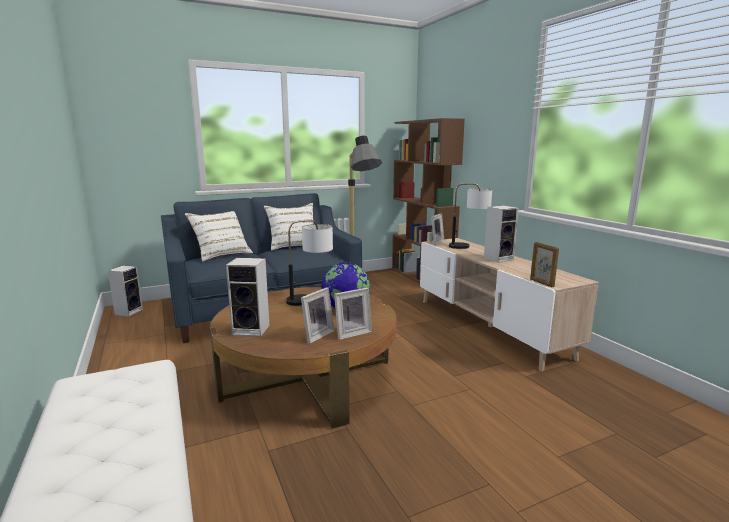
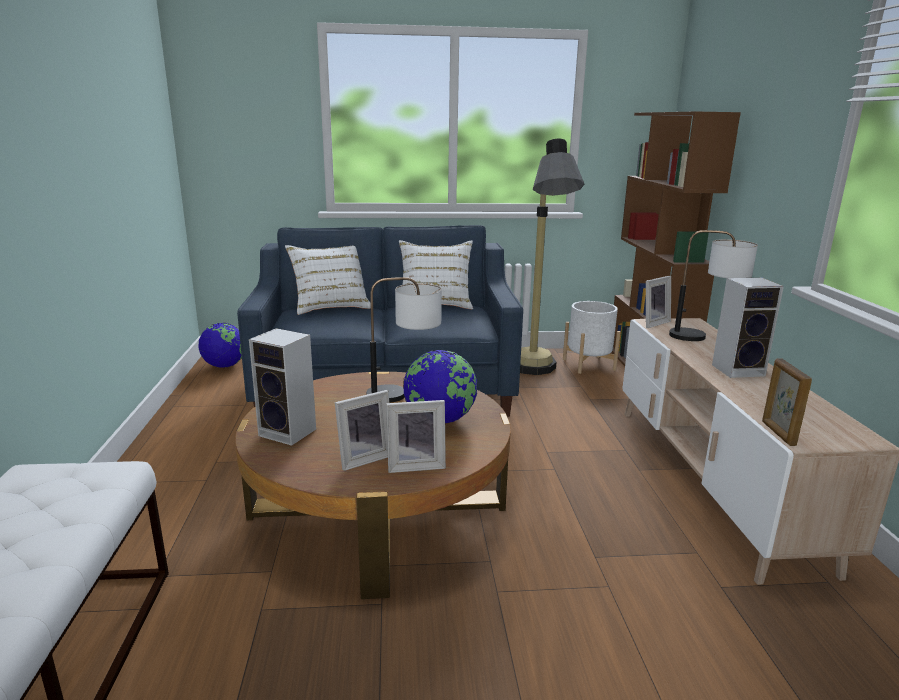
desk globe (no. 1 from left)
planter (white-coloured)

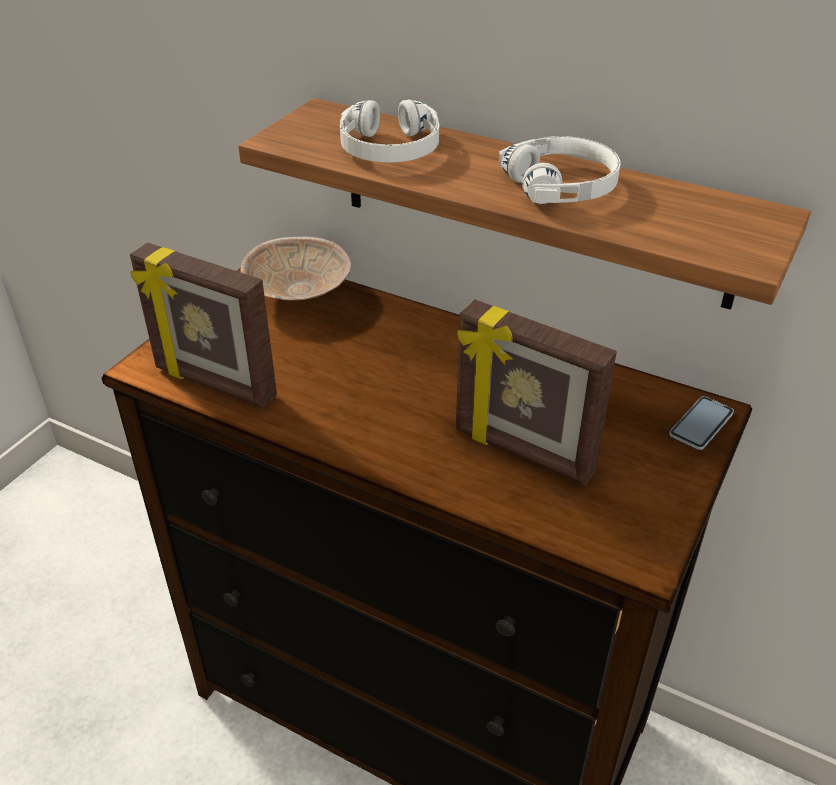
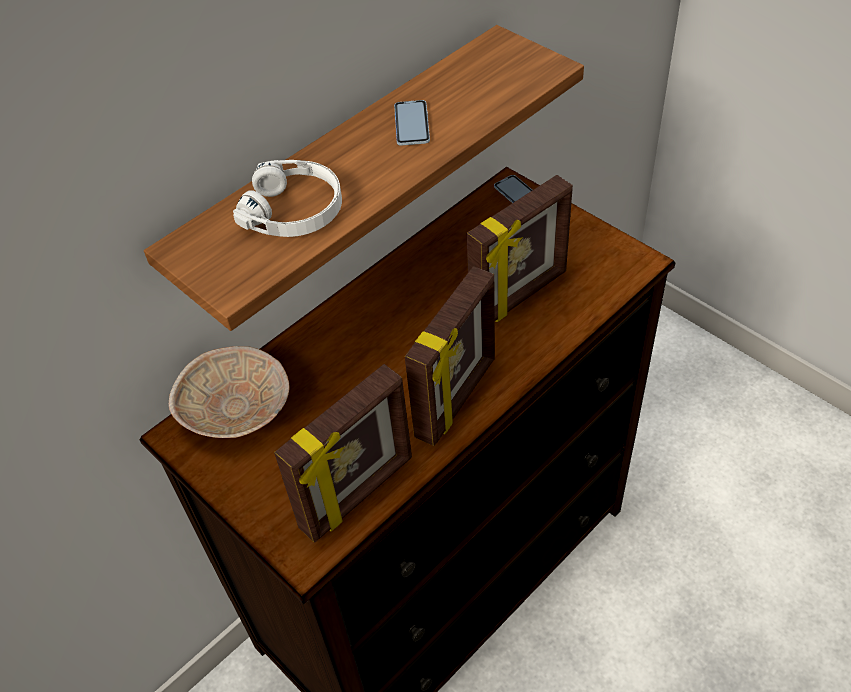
handset (no. 1 from left)
picture frame (no. 2 from left)

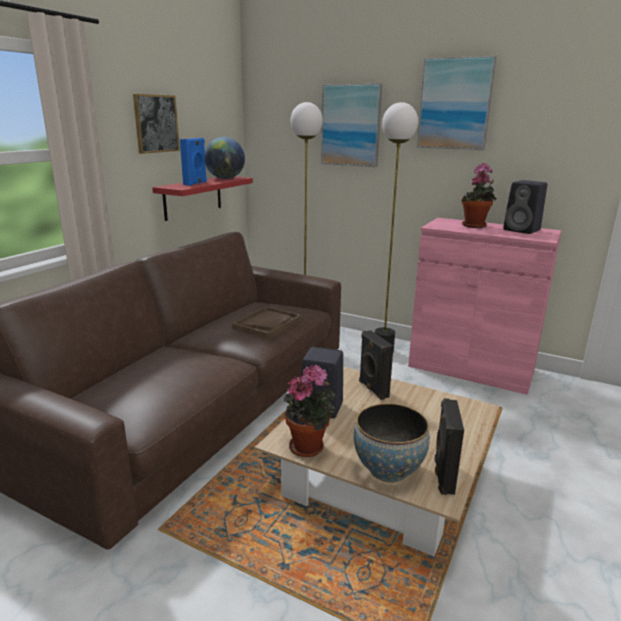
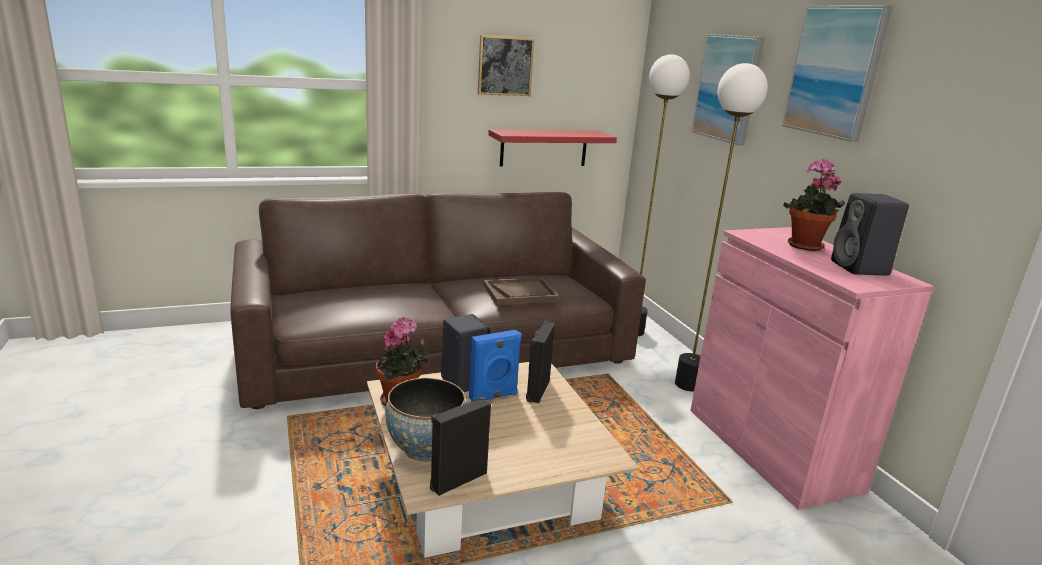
desk globe
speaker (bluish)

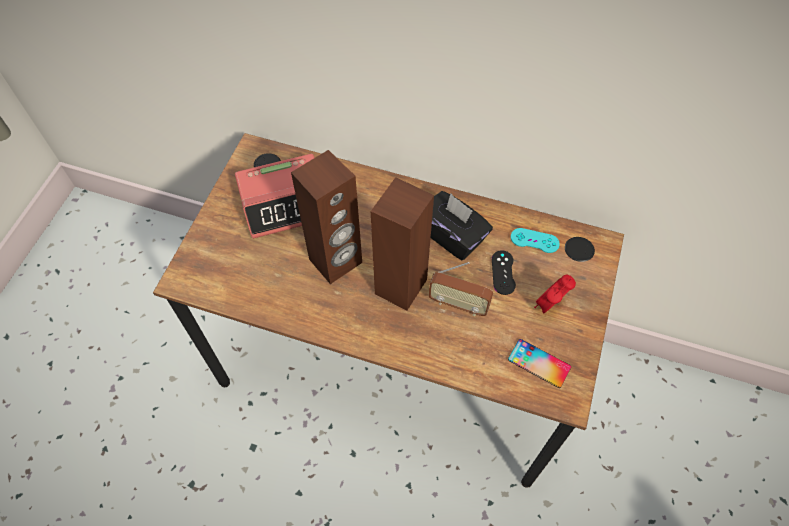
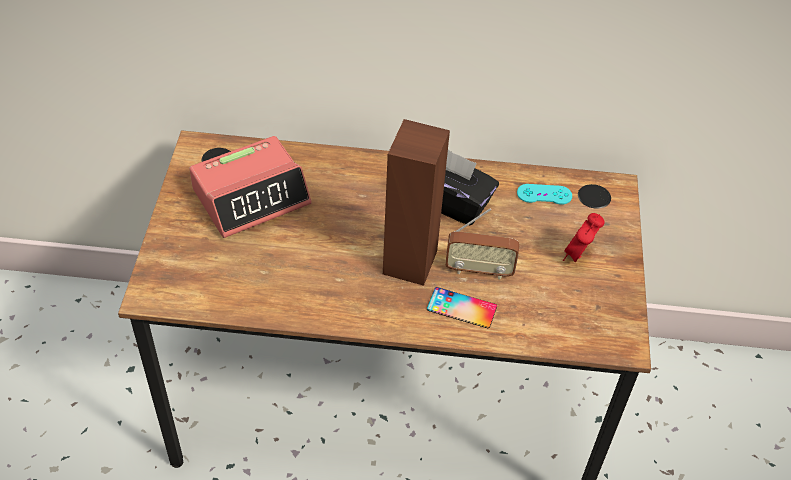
speaker (brownish) (no. 1 from left in the first image)
game controller (blackish)
handset

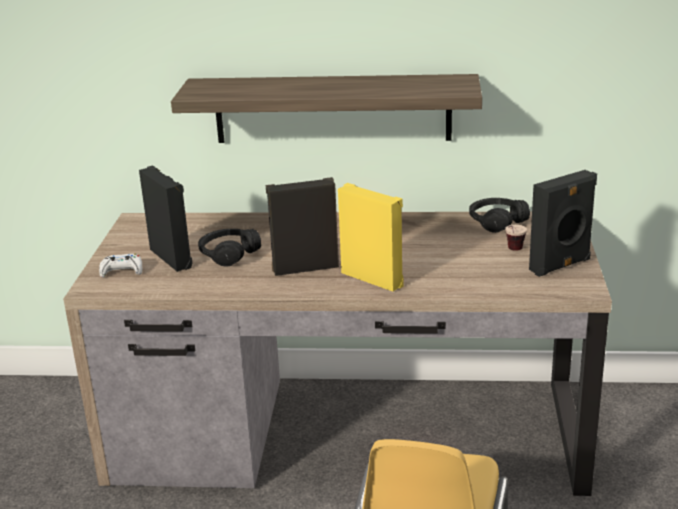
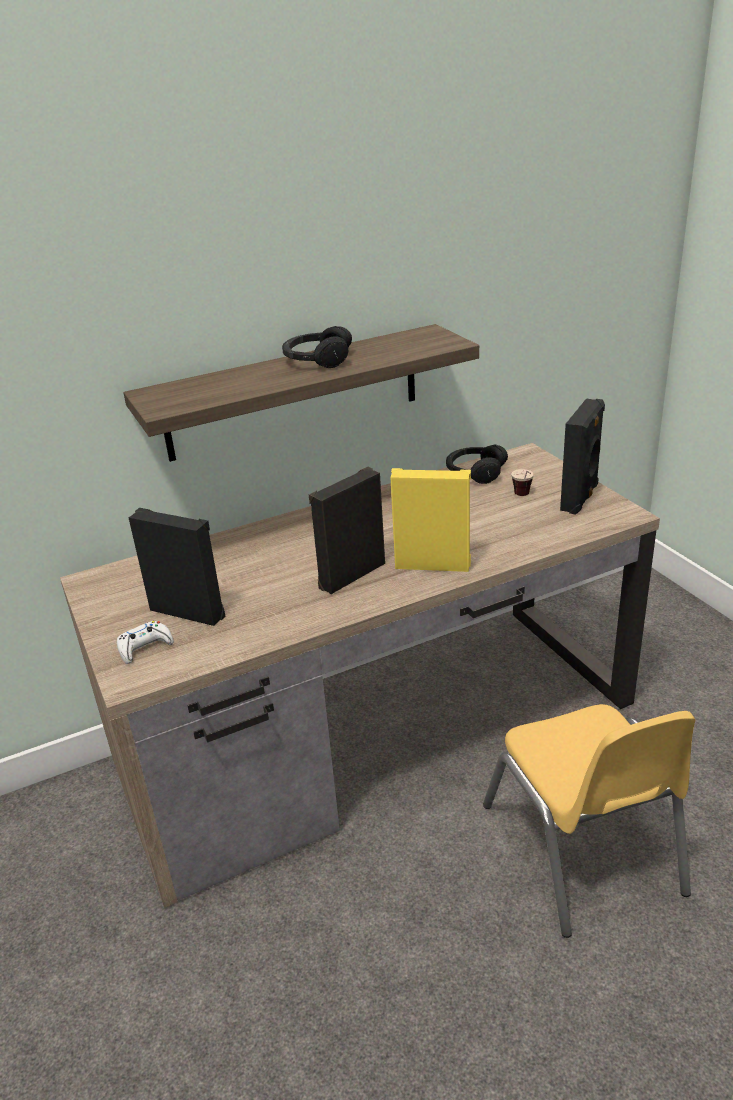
headset (blackish) (no. 1 from left)

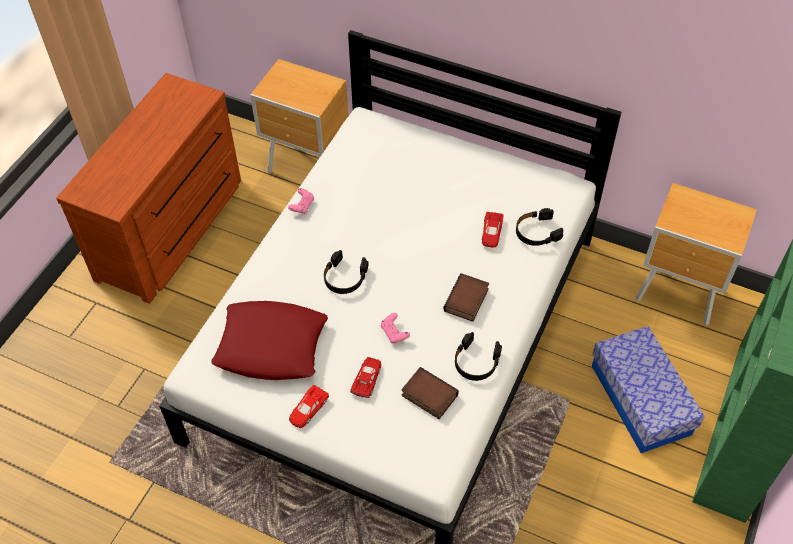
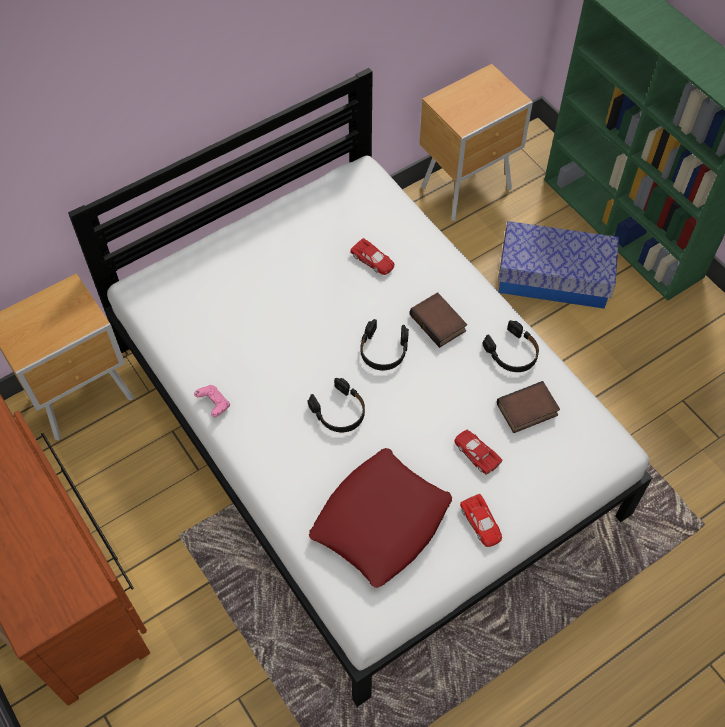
headset (blackish) (no. 2 from left)
game controller (pinkish) (no. 2 from left in the first image)

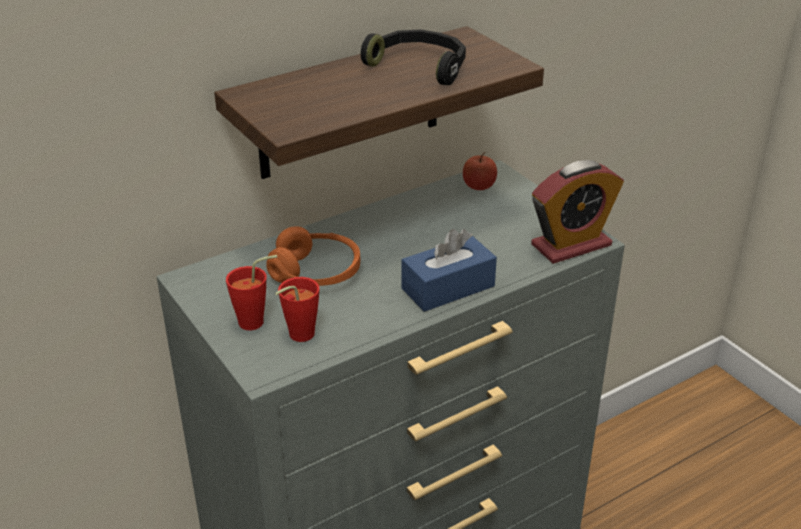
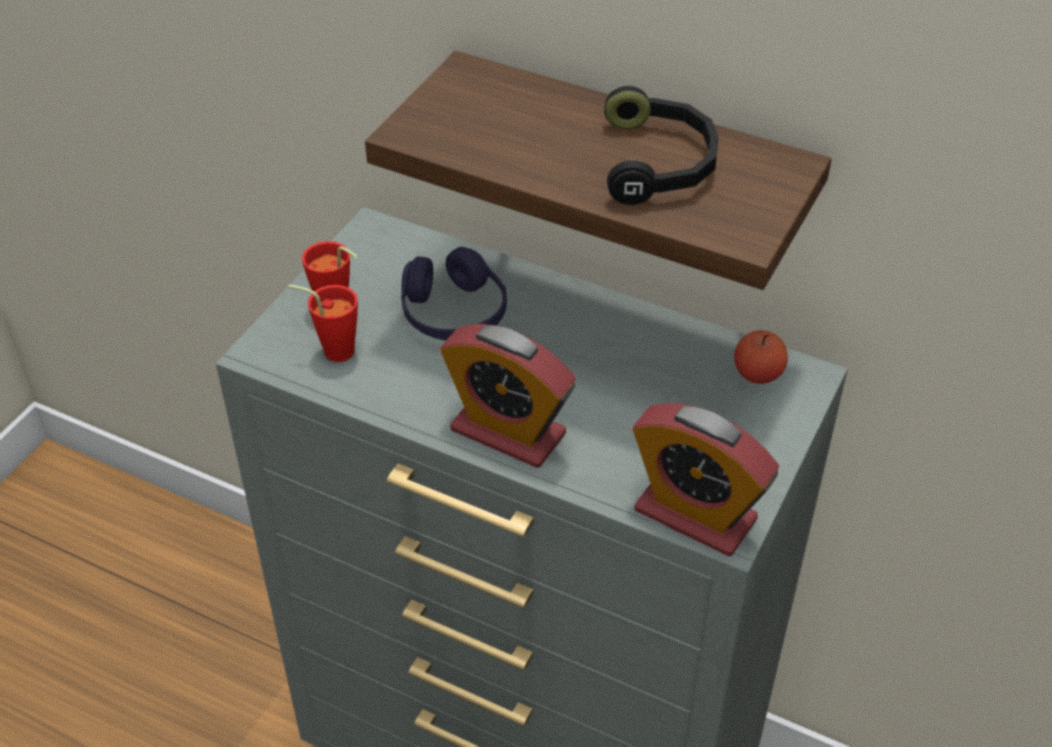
headset (purple)
alarm clock (no. 1 from left)

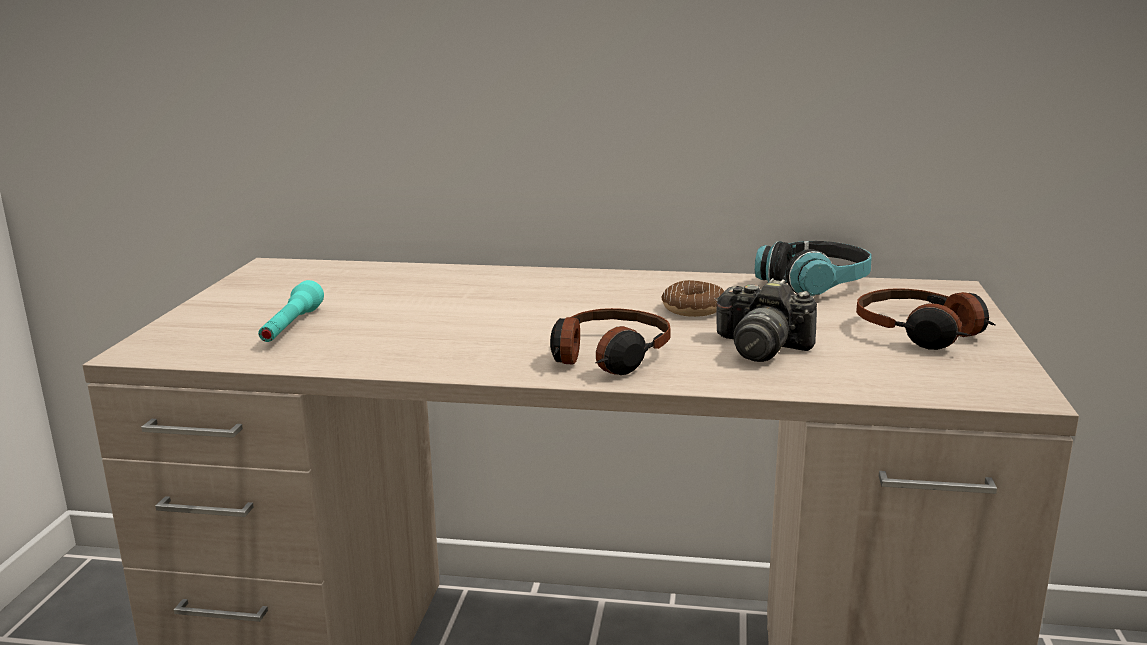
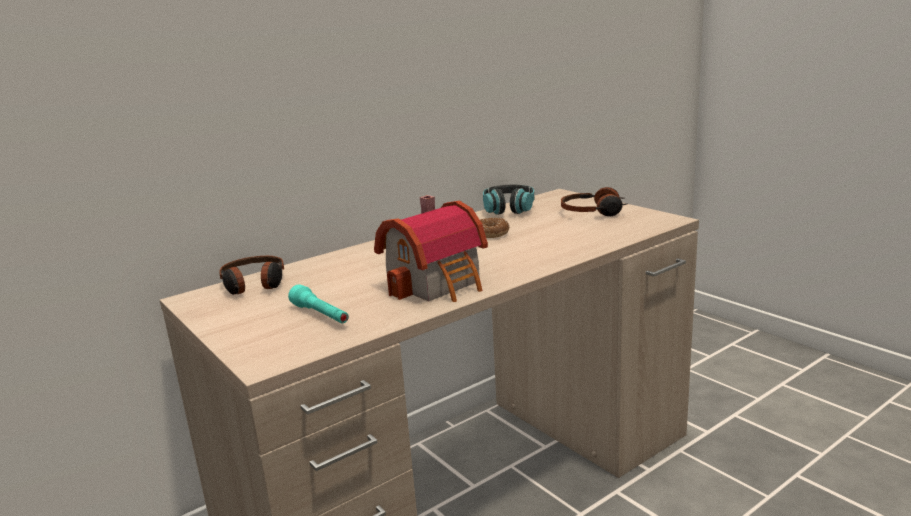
still camera
headset (no. 1 from left)
miniature house

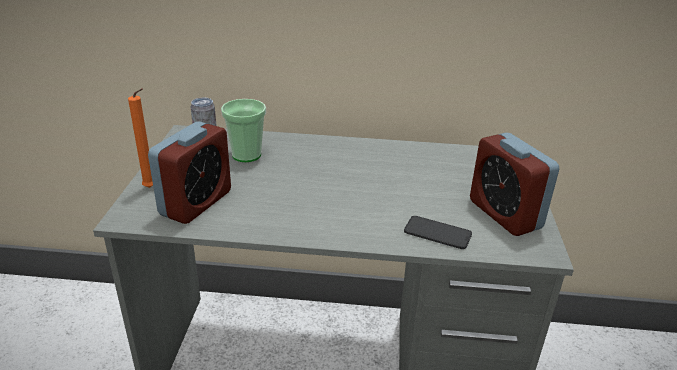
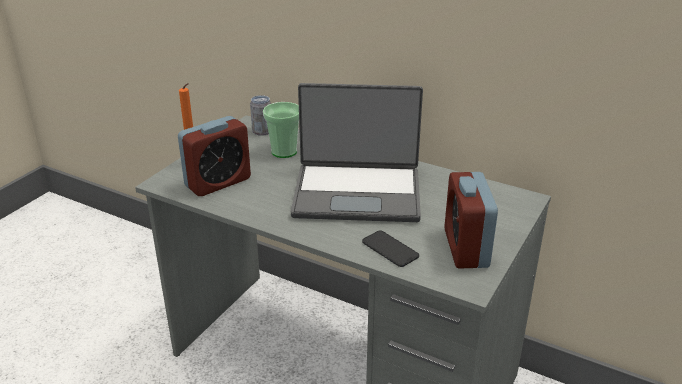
portable computer

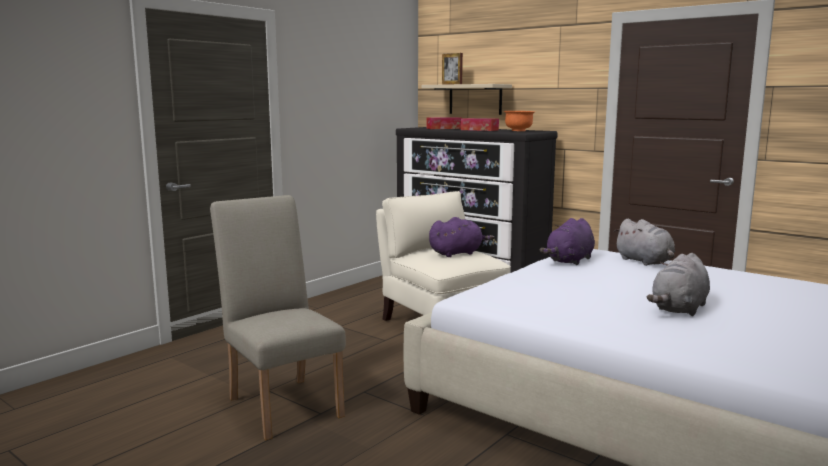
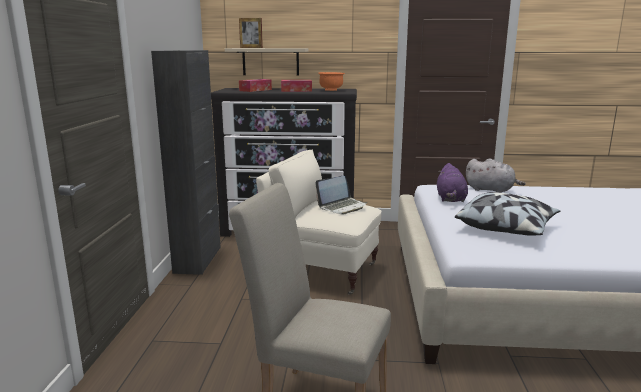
portable computer
cuddly toy (greyish) (no. 2 from left in the first image)
cabinet (blackish)
pillow

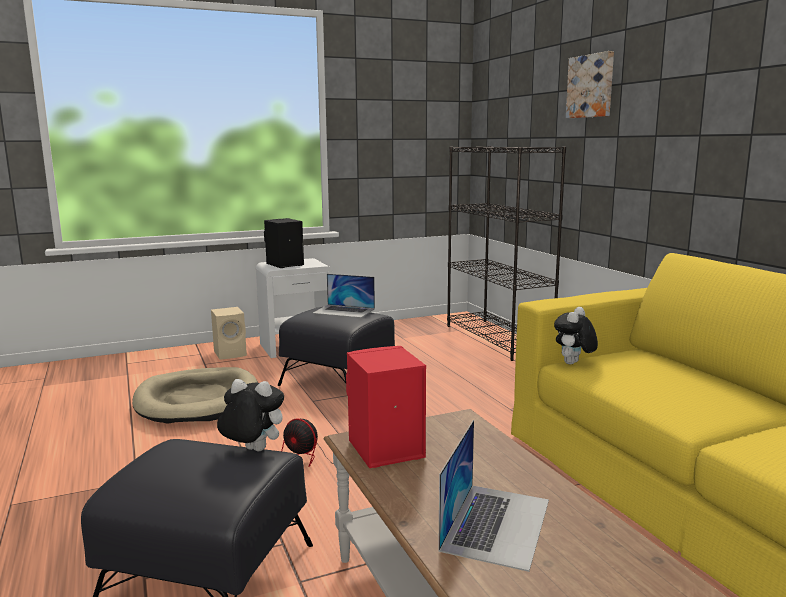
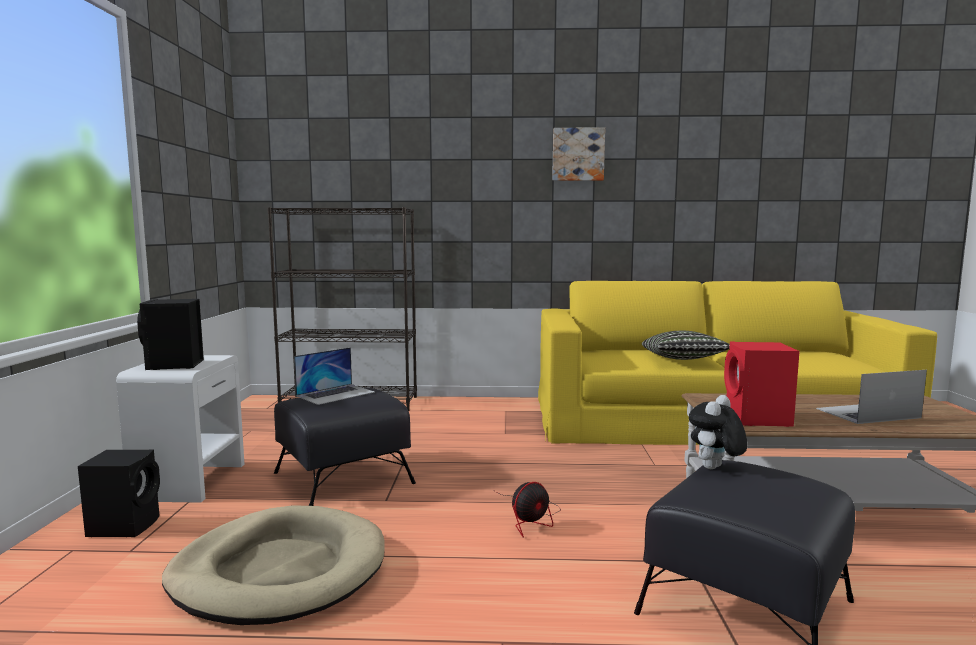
wall art
speaker (blackish) (no. 1 from left)
cuddly toy (no. 2 from left in the first image)
portable computer (no. 2 from left)
pillow

